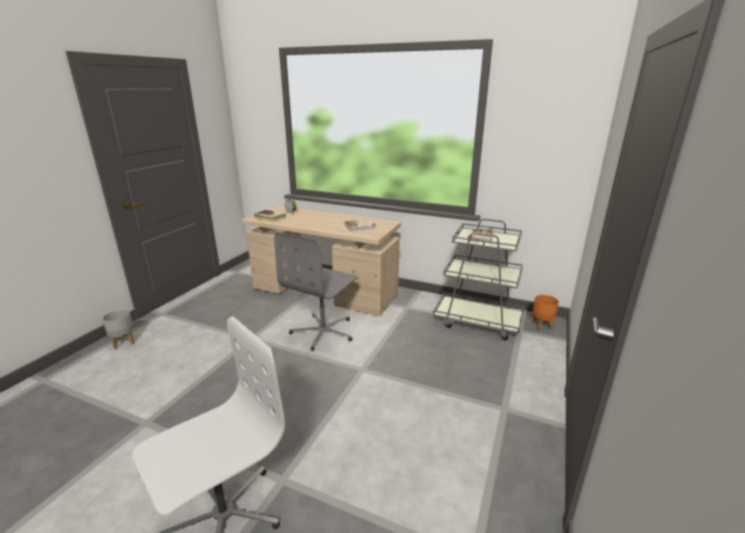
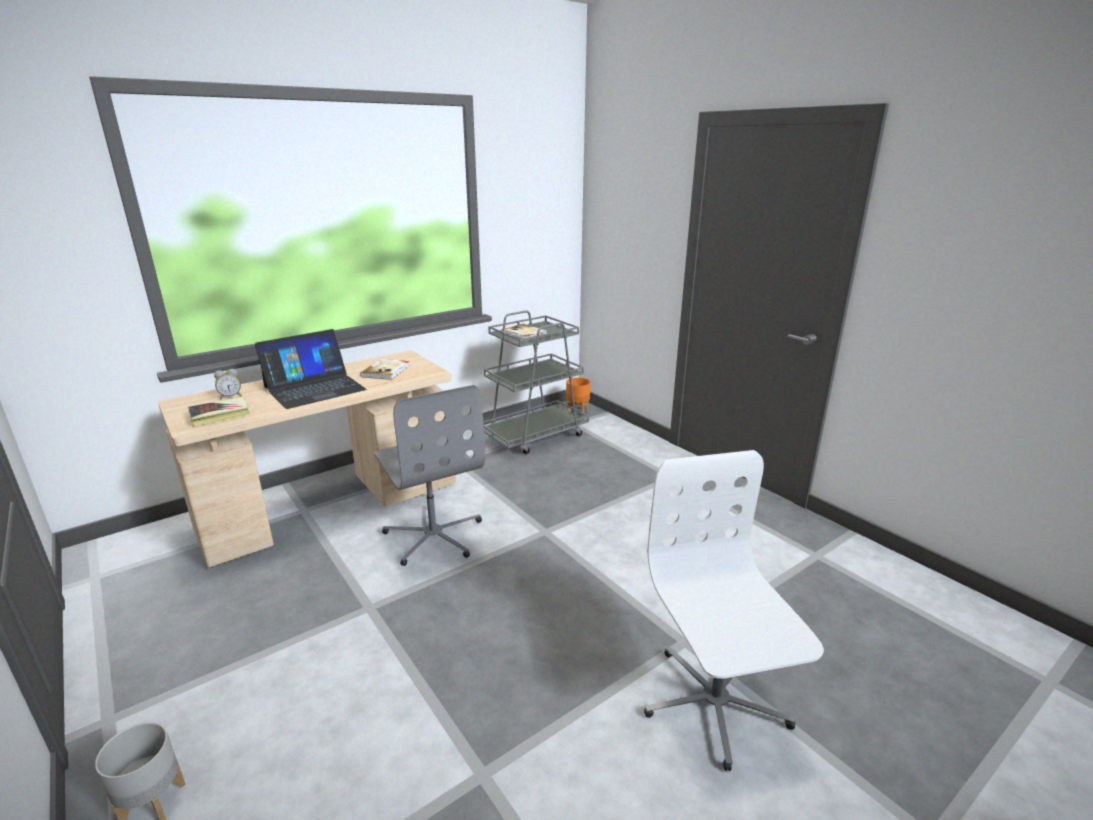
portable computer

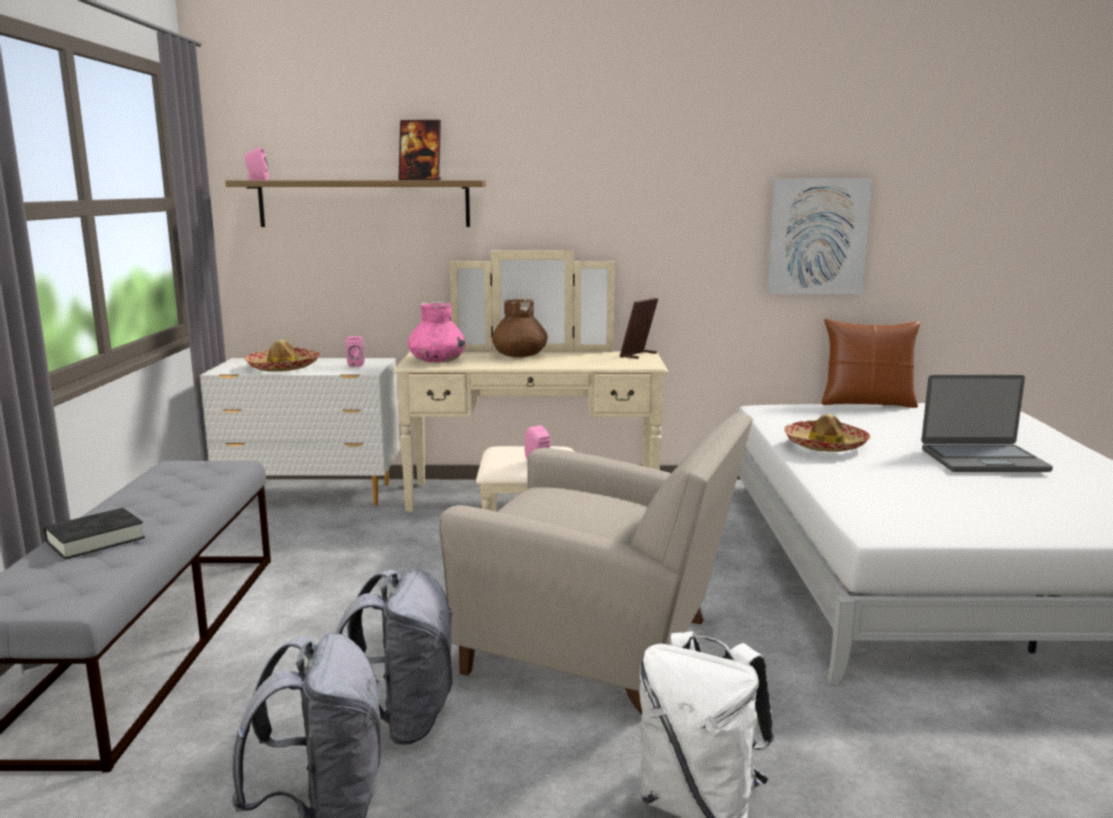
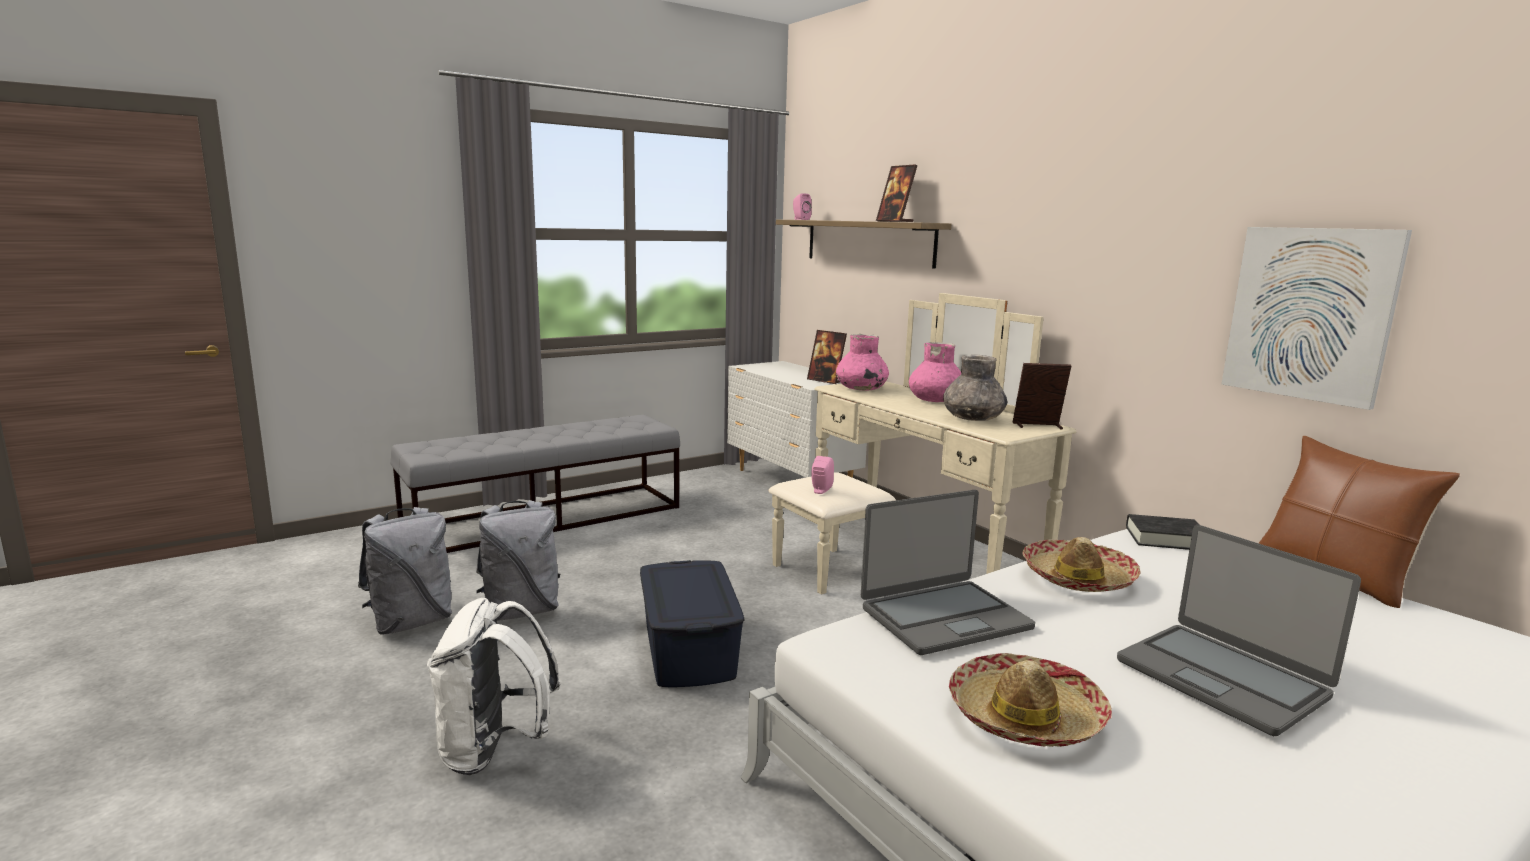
vase (pinkish) (no. 2 from left)
picture frame (no. 1 from left)
clothing hat (no. 1 from left)
storage container (bluish)
book (blackish)
vase (greyish)
portable computer (no. 1 from left)

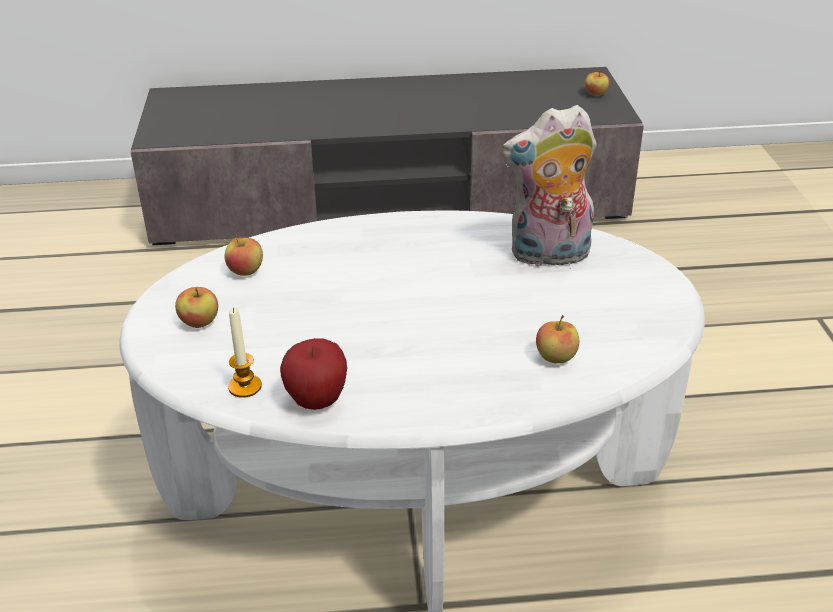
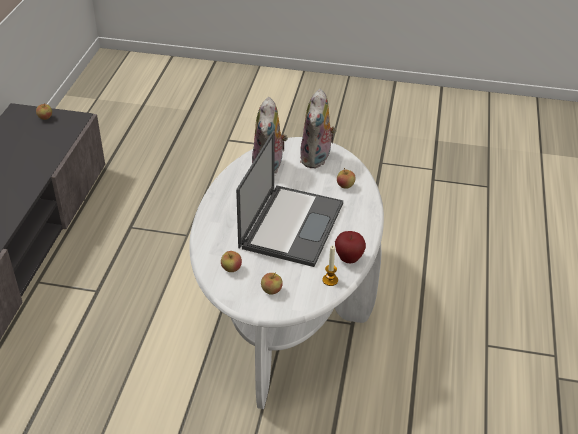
cuddly toy (no. 2 from left)
portable computer

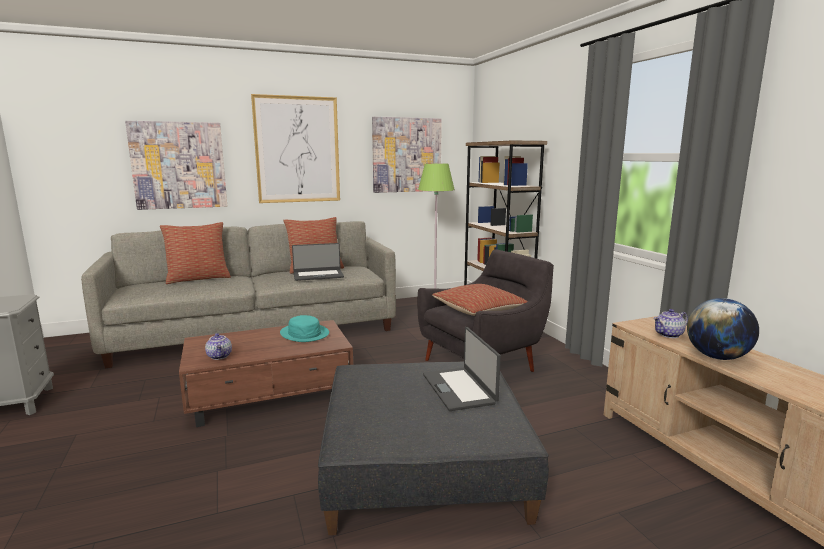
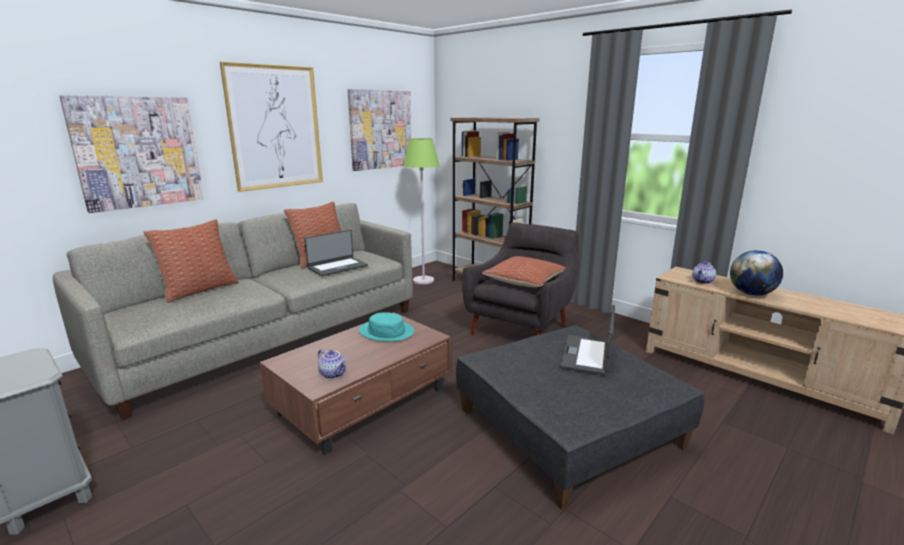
portable computer (no. 2 from left)

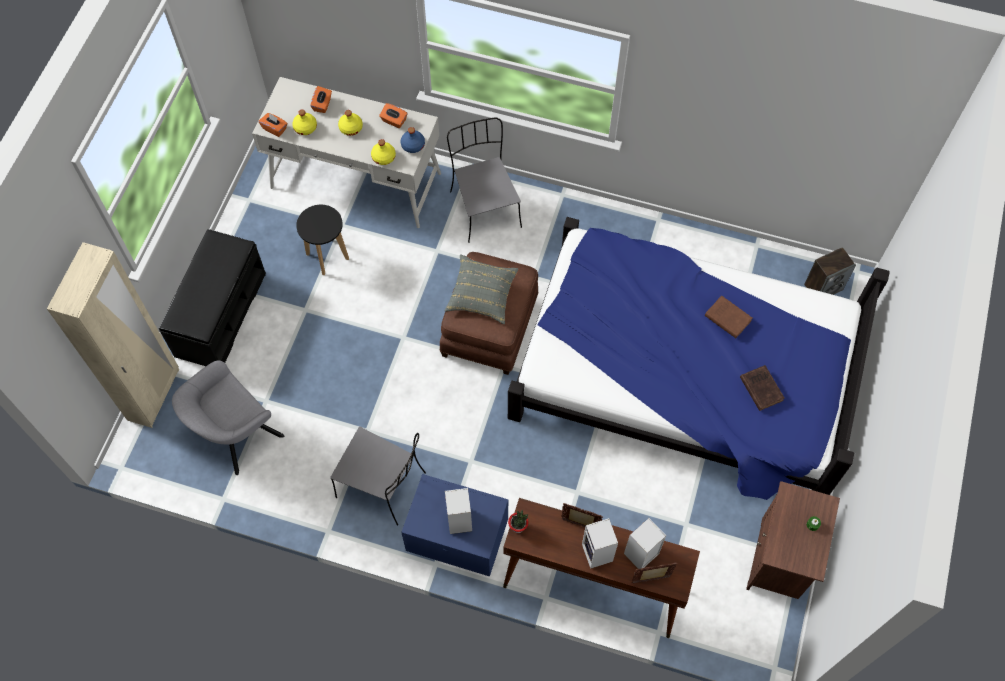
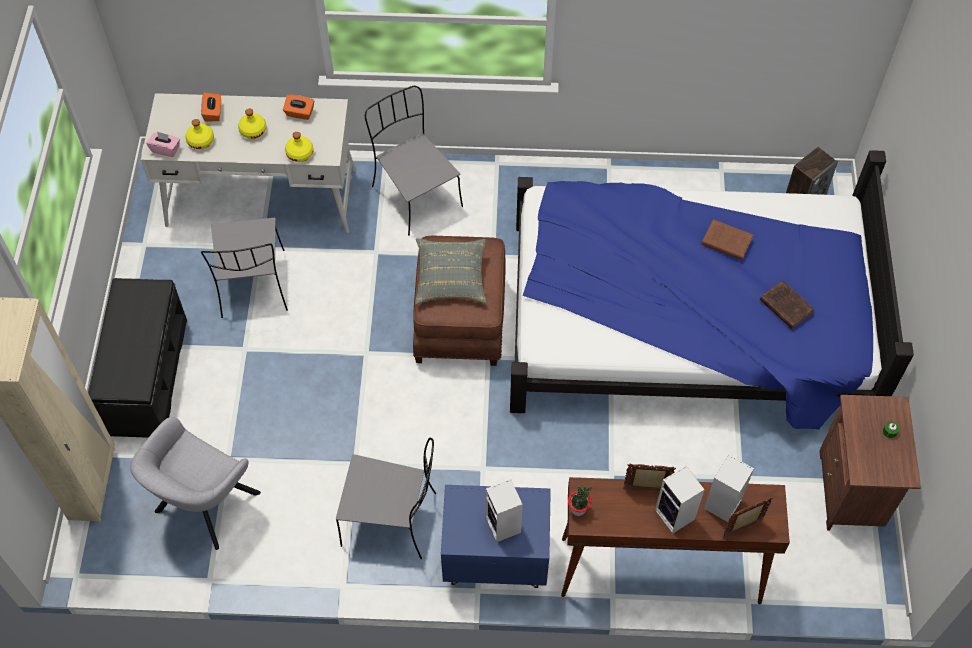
tissue box (pinkish)
bottle (bluish)
plain chair (greyish) (no. 1 from left)

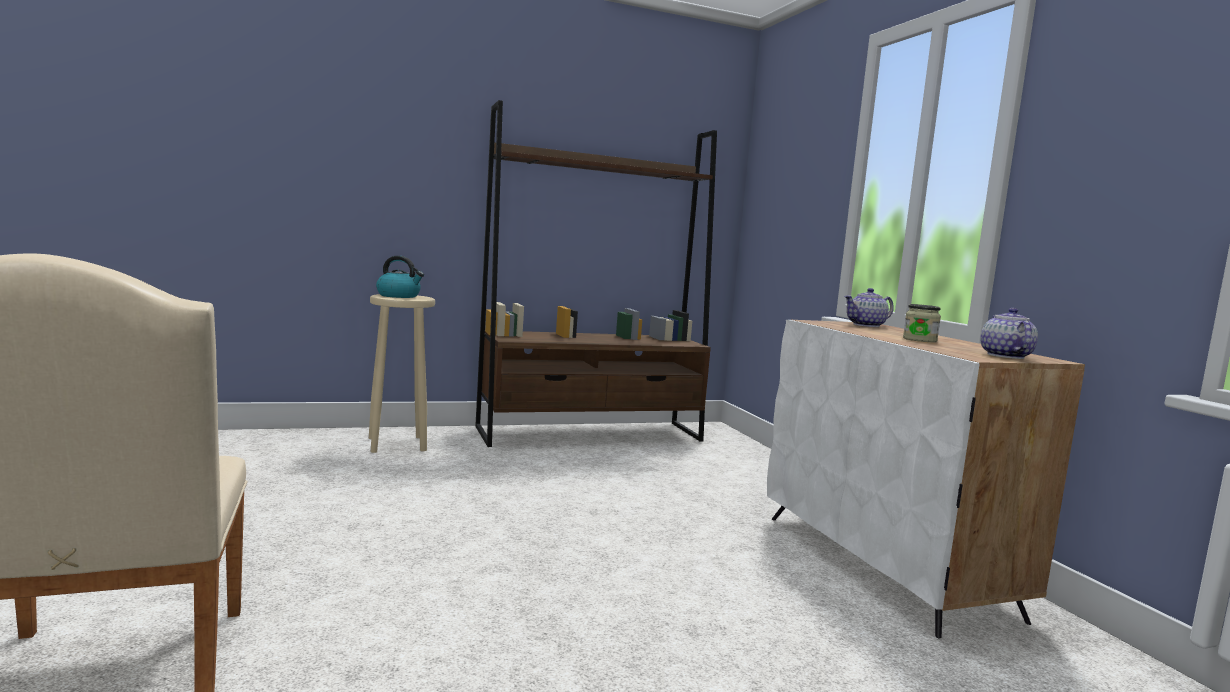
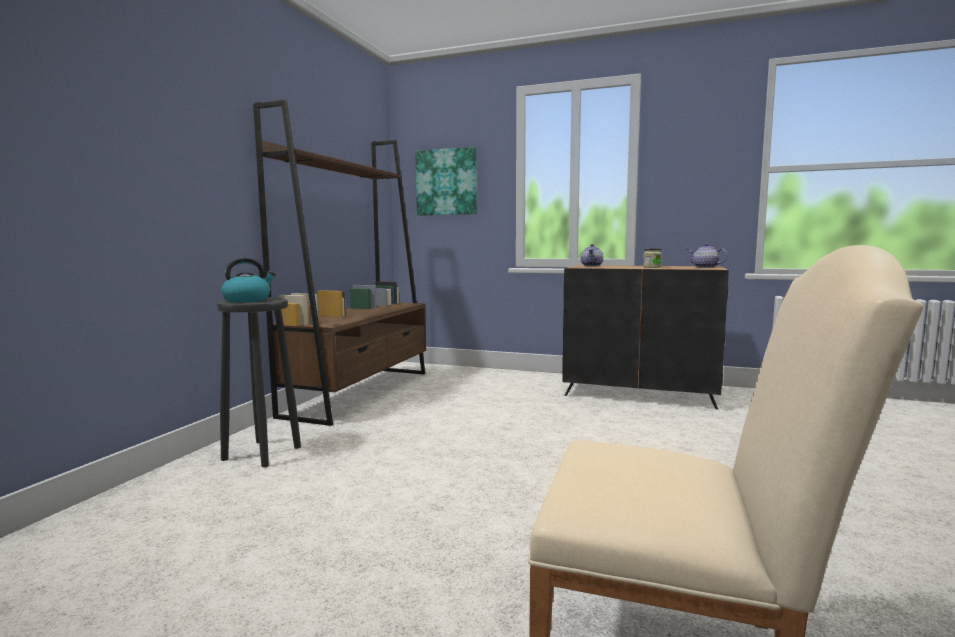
stool seat (blackish)
cabinet (blackish)
wall art

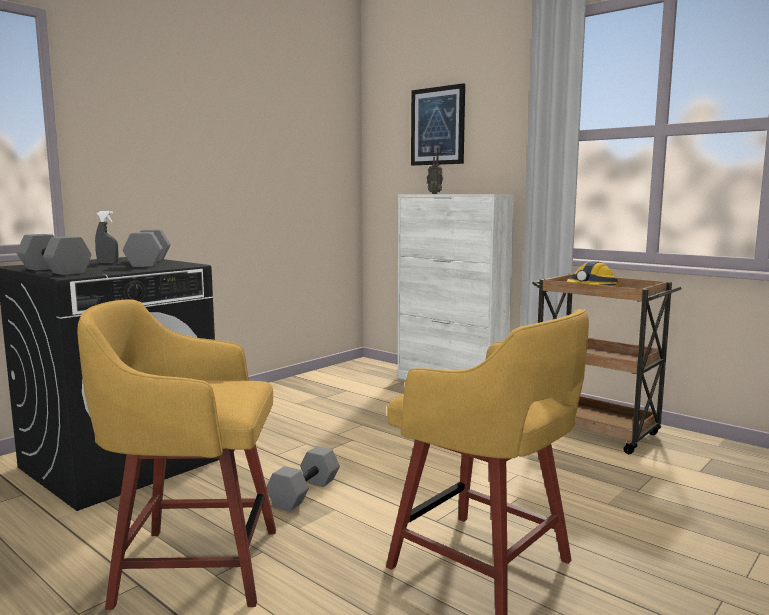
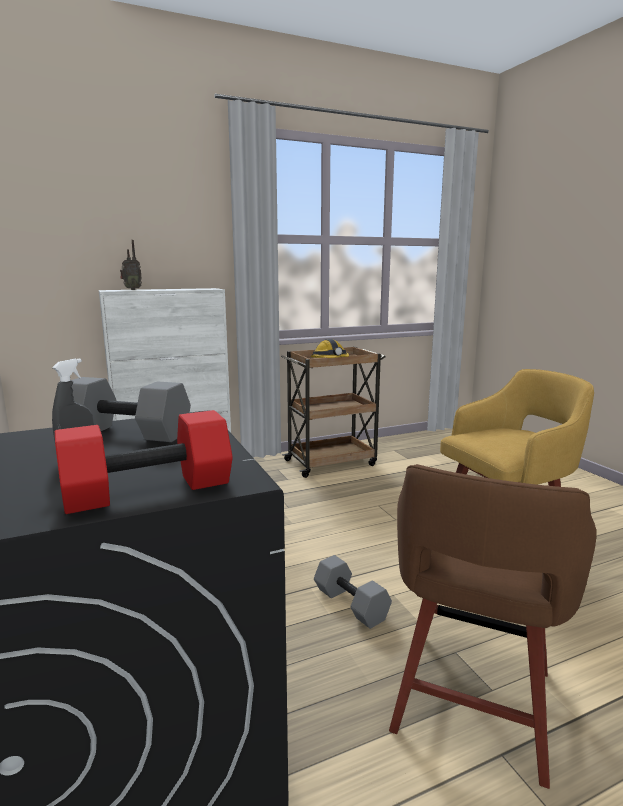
wall art
free weight (reddish)
stool seat (brownish)

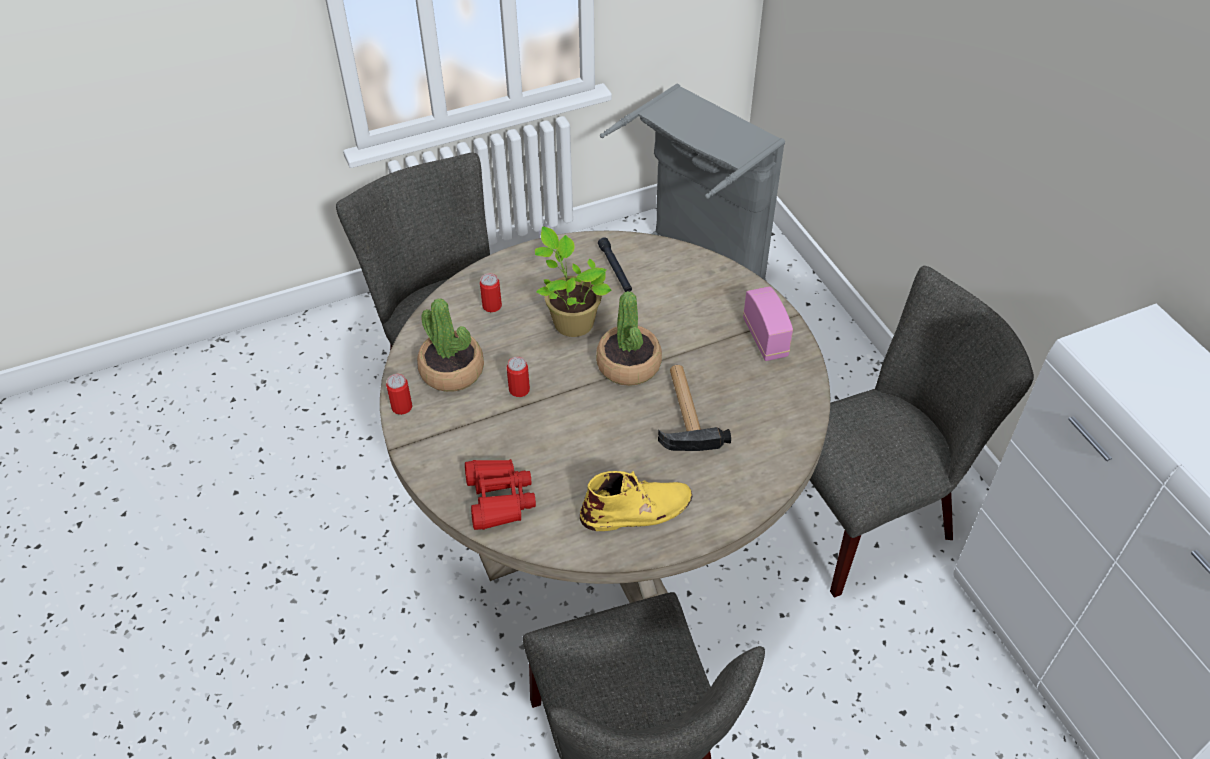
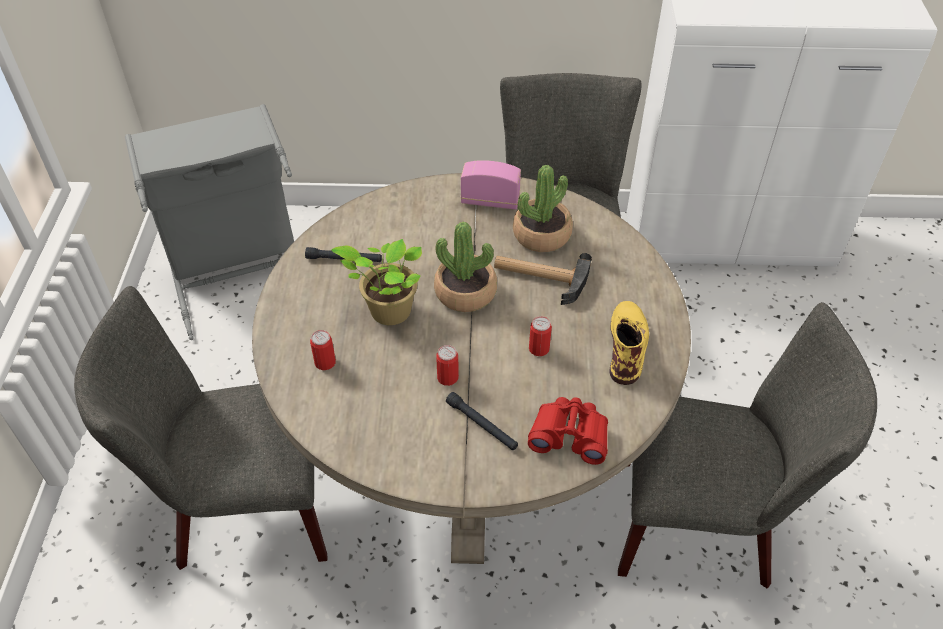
potted plant (no. 3 from left)
can (no. 3 from left)
torch (blackish) (no. 2 from left)

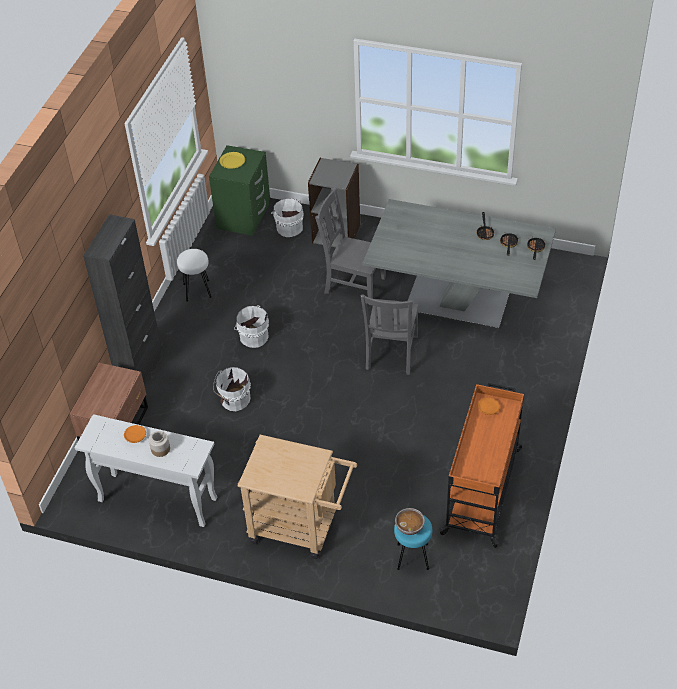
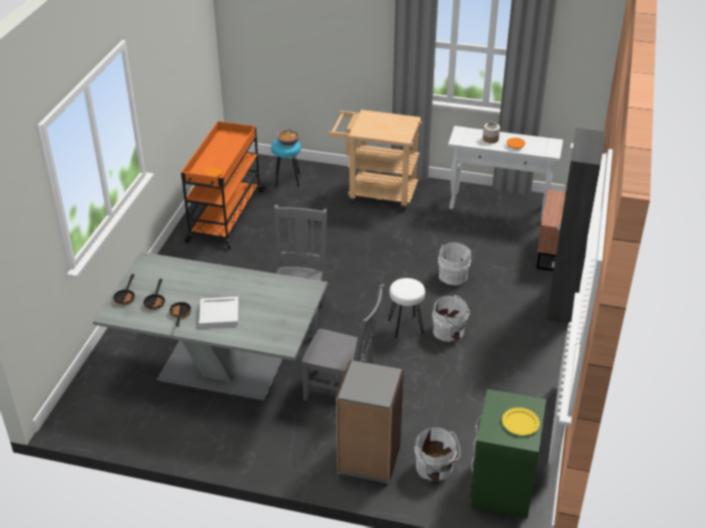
stool seat (white-coloured)
serving tray (white-coloured)

